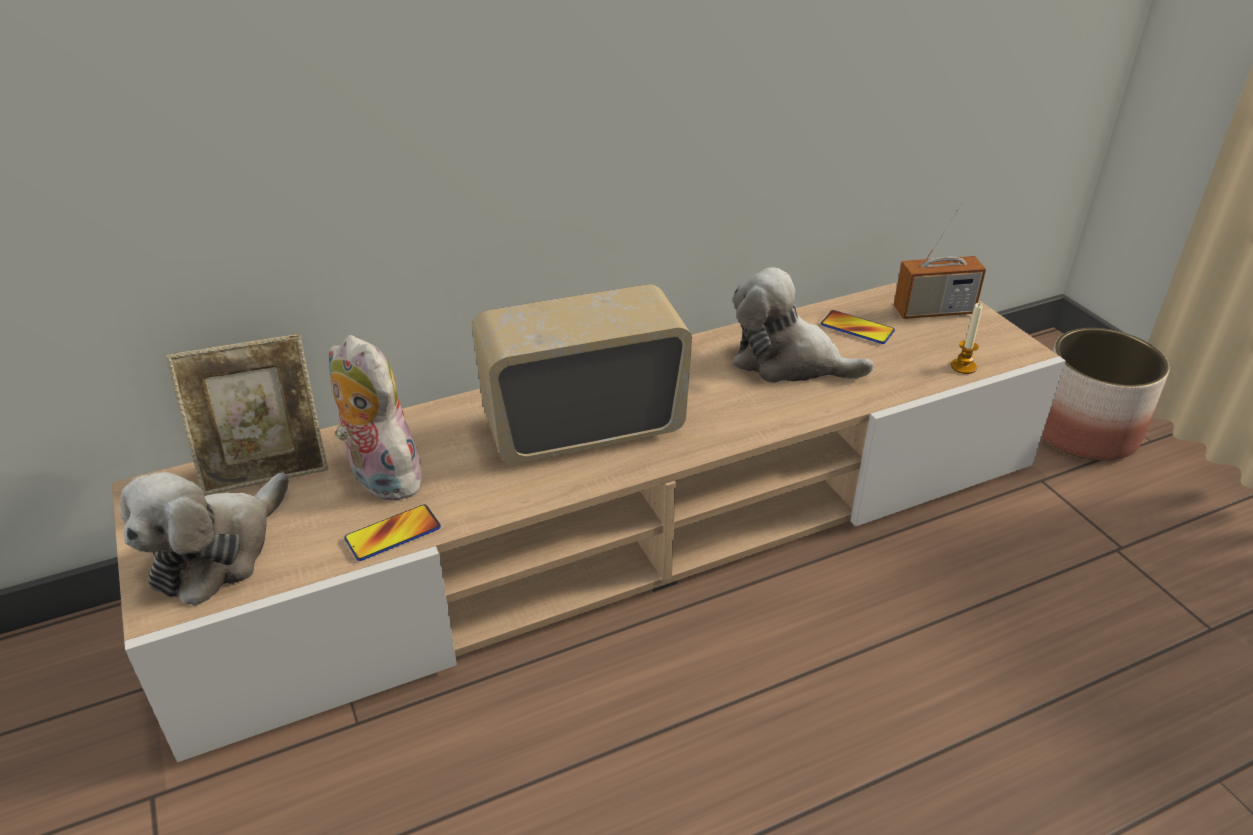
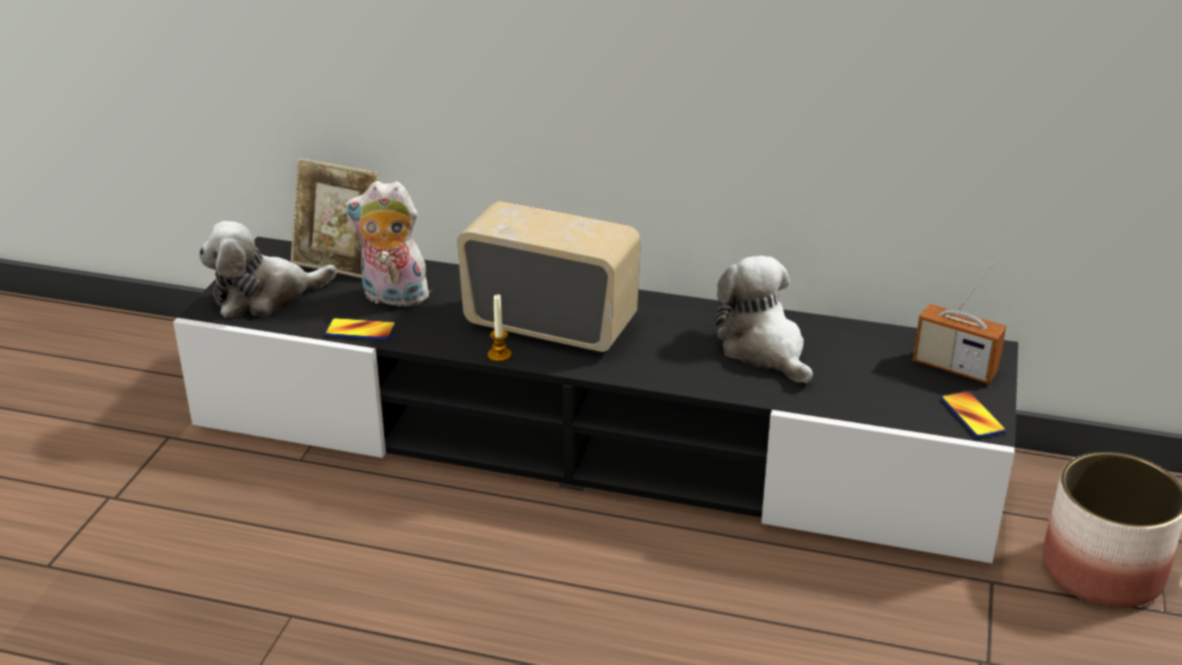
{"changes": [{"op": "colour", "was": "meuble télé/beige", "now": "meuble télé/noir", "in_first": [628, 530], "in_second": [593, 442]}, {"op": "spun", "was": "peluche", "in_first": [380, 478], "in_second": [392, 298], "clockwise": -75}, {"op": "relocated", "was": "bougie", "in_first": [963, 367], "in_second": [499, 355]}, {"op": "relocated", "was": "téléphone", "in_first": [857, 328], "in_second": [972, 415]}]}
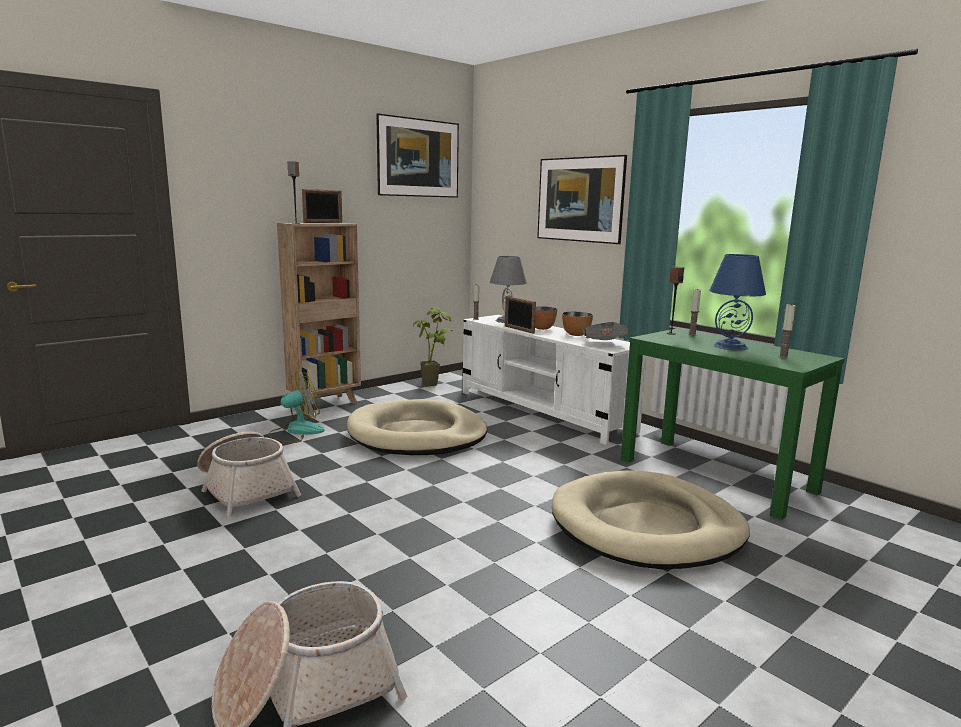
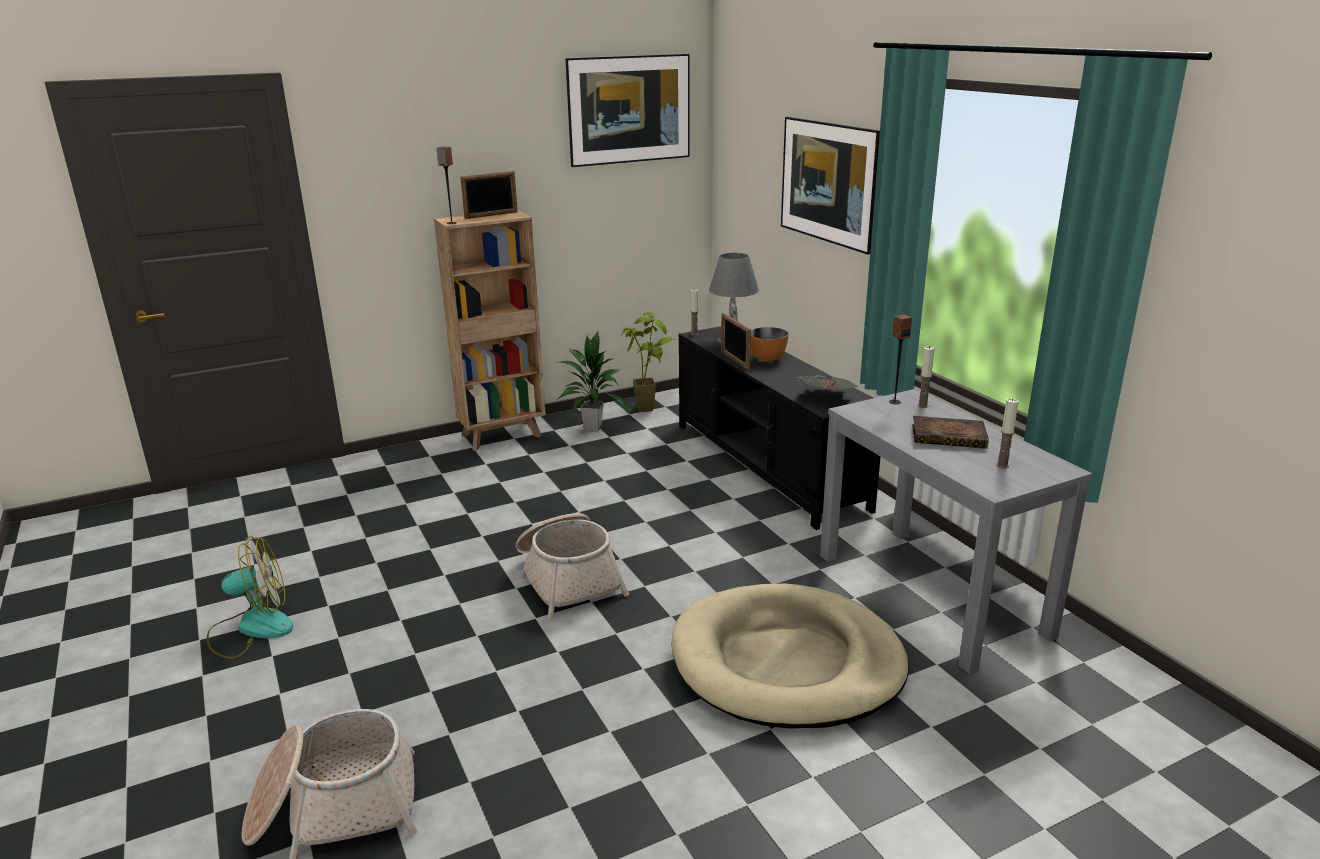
{"changes": [{"op": "relocated", "was": "ventilateur", "in_first": [296, 431], "in_second": [251, 628]}, {"op": "relocated", "was": "panier", "in_first": [246, 489], "in_second": [568, 578]}, {"op": "appeared", "now": "plante en pot", "in_second": [592, 428]}, {"op": "colour", "was": "meuble télé/blanc", "now": "meuble télé/noir", "in_first": [544, 411], "in_second": [768, 465]}, {"op": "colour", "was": "table console/vert", "now": "table console/gris", "in_first": [716, 475], "in_second": [931, 594]}, {"op": "exchanged", "was": "lampe de table/bleu", "now": "livre", "in_first": [730, 346], "in_second": [950, 437]}, {"op": "missing", "was": "panier pour chien/beige", "in_first": [417, 434]}, {"op": "missing", "was": "bol", "in_first": [576, 334]}]}
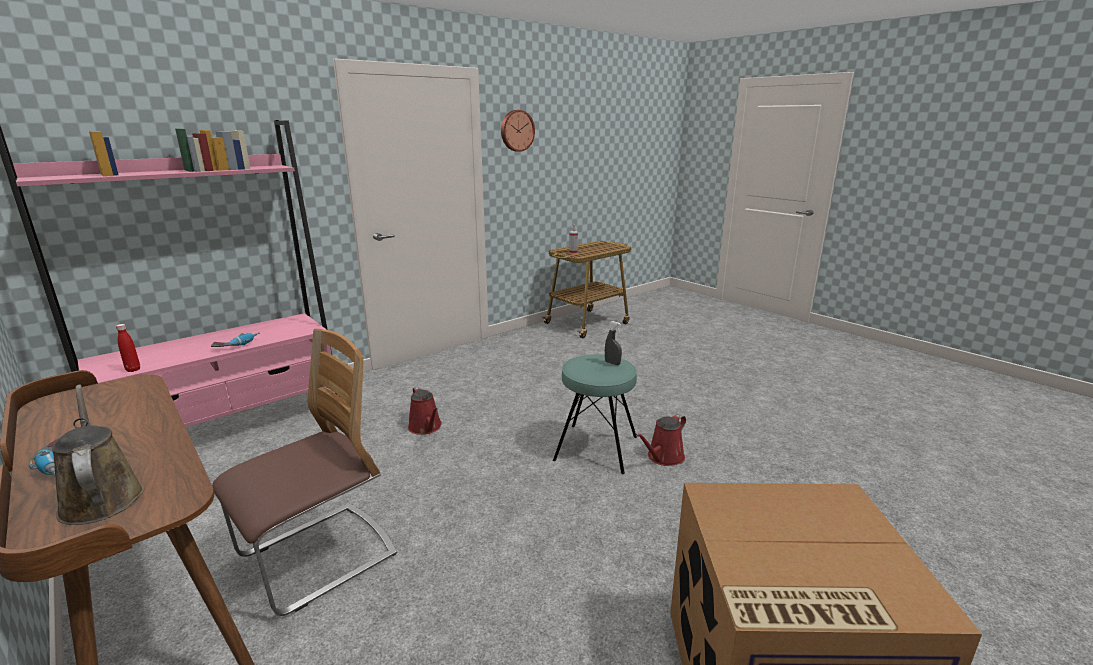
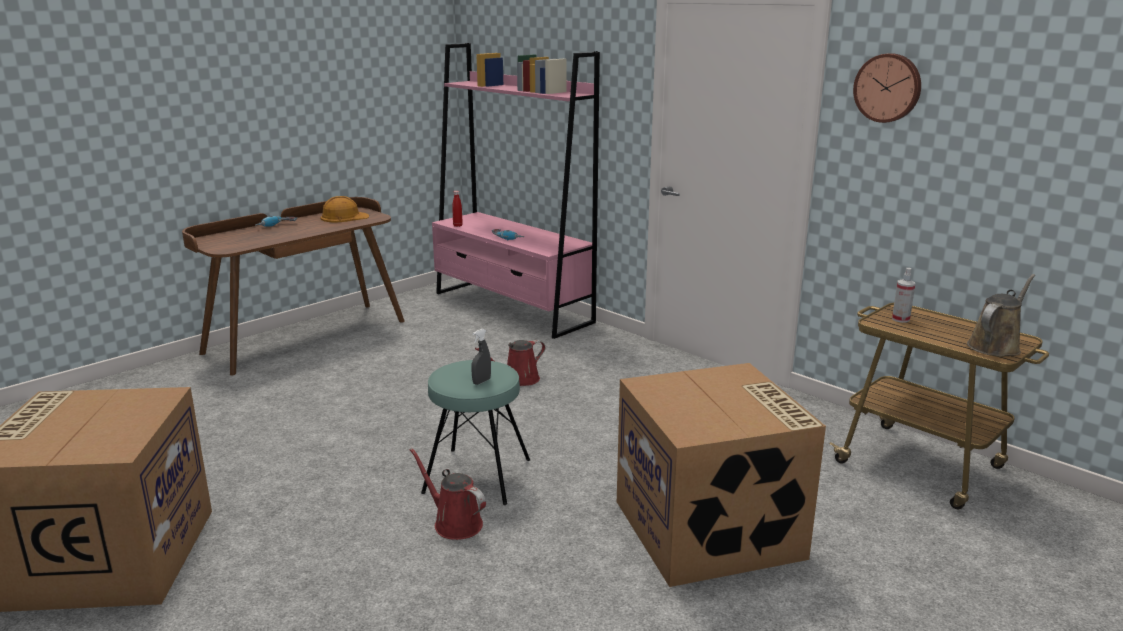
{"changes": [{"op": "appeared", "now": "casque de chantier/orange", "in_second": [344, 217]}, {"op": "appeared", "now": "carton", "in_second": [710, 530]}, {"op": "relocated", "was": "arrosoir/marron", "in_first": [101, 497], "in_second": [995, 346]}, {"op": "missing", "was": "chaise", "in_first": [317, 557]}]}
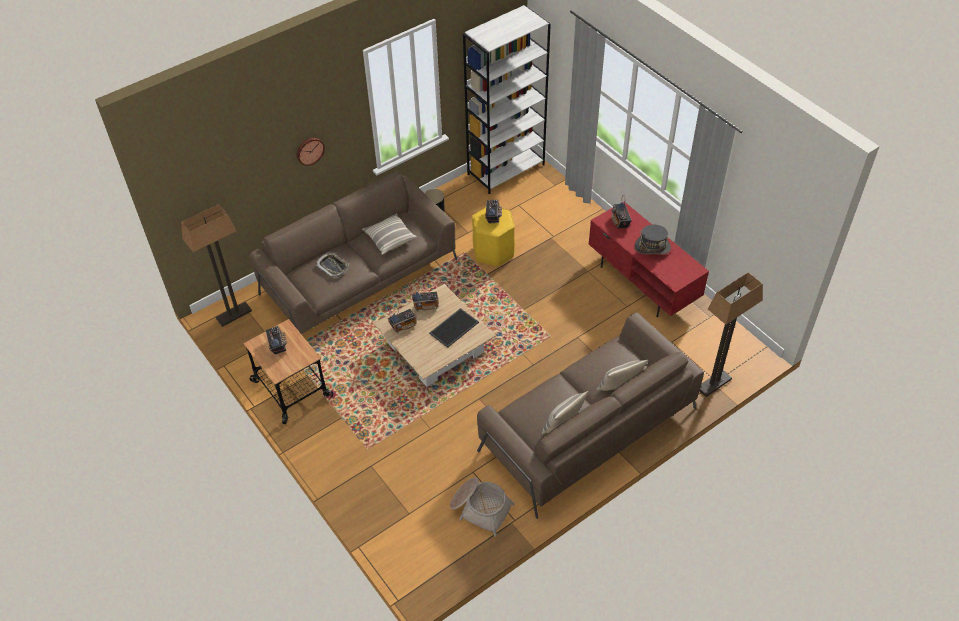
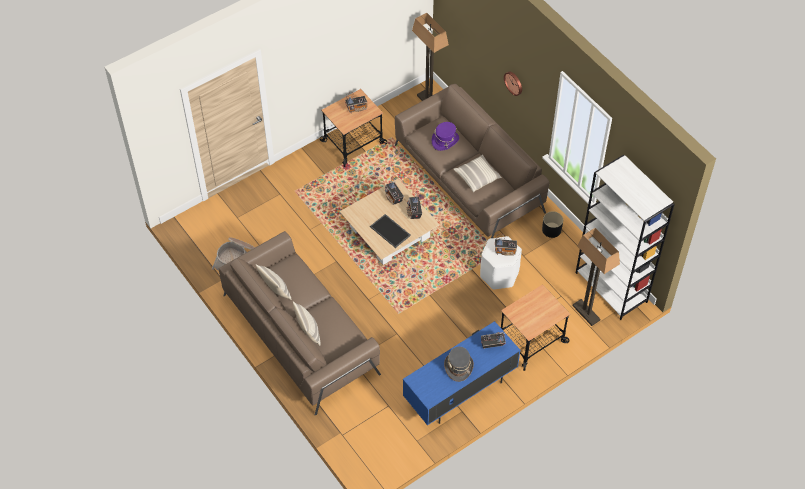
{"changes": [{"op": "colour", "was": "meuble télé/rouge", "now": "meuble télé/bleu", "in_first": [643, 283], "in_second": [460, 391]}, {"op": "exchanged", "was": "plateau", "now": "chapeau/violet", "in_first": [333, 266], "in_second": [445, 140]}, {"op": "colour", "was": "tabouret/jaune", "now": "tabouret/blanc", "in_first": [493, 251], "in_second": [499, 274]}, {"op": "appeared", "now": "chariot", "in_second": [531, 341]}, {"op": "relocated", "was": "lampadaire", "in_first": [714, 384], "in_second": [585, 313]}]}
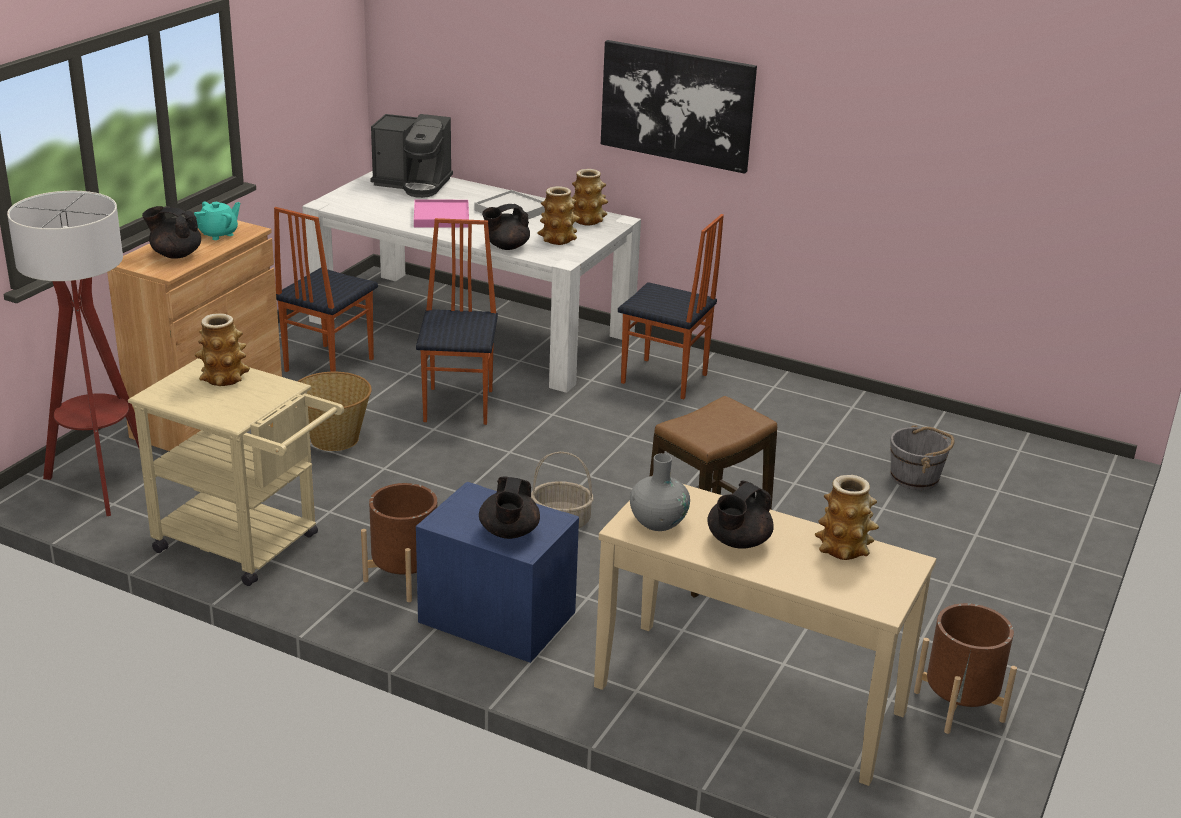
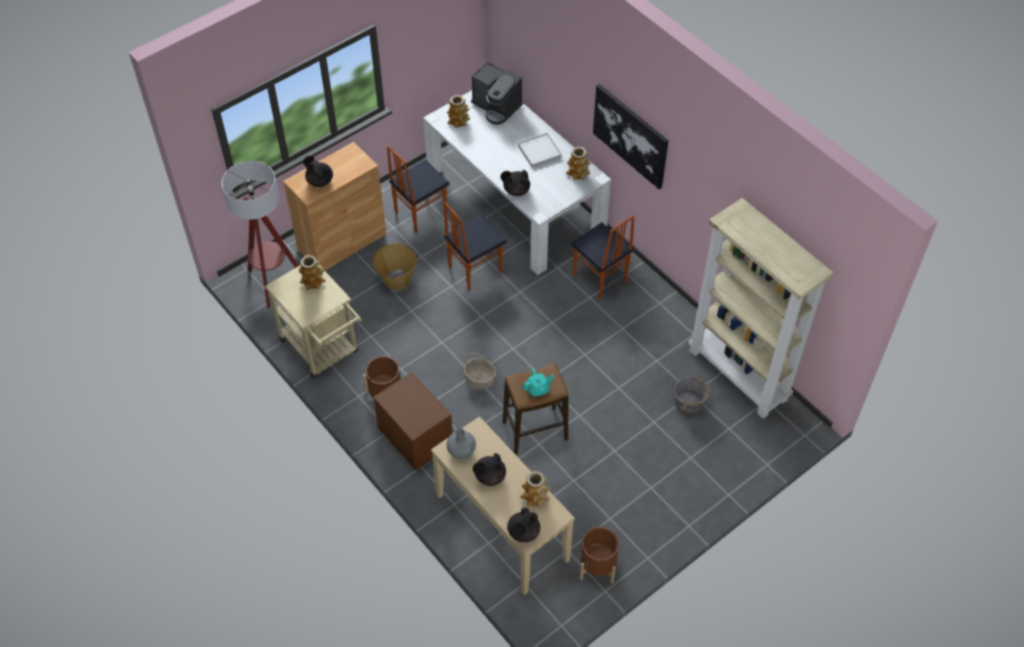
{"changes": [{"op": "colour", "was": "table de chevet/bleu", "now": "table de chevet/marron", "in_first": [496, 616], "in_second": [415, 435]}, {"op": "spun", "was": "chaise", "in_first": [460, 405], "in_second": [474, 269], "clockwise": -150}, {"op": "relocated", "was": "vase", "in_first": [558, 239], "in_second": [458, 121]}, {"op": "relocated", "was": "théière/noir", "in_first": [509, 533], "in_second": [523, 532]}, {"op": "relocated", "was": "théière/turquoise", "in_first": [218, 234], "in_second": [538, 389]}, {"op": "appeared", "now": "bibliothèque/beige", "in_second": [739, 375]}, {"op": "missing", "was": "plateau/rose", "in_first": [441, 217]}]}
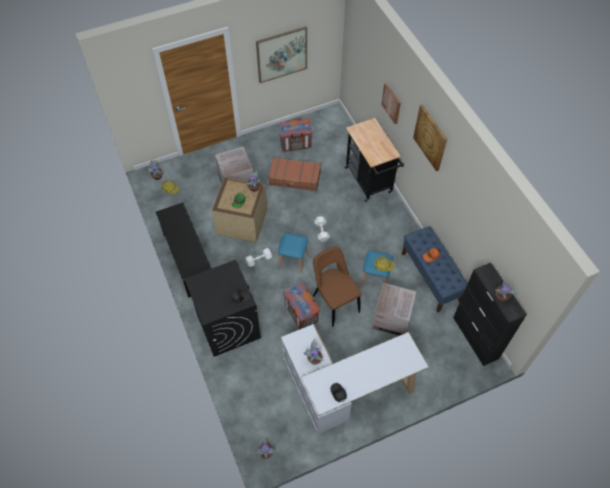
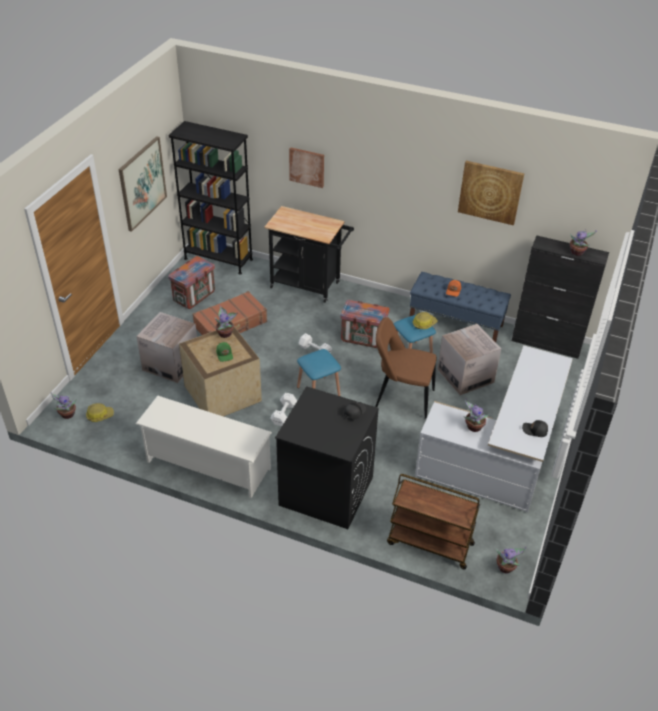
{"changes": [{"op": "colour", "was": "étagère à chaussures/noir", "now": "étagère à chaussures/blanc", "in_first": [188, 260], "in_second": [207, 465]}, {"op": "appeared", "now": "bibliothèque/noir", "in_second": [218, 259]}, {"op": "relocated", "was": "caisse", "in_first": [301, 314], "in_second": [364, 338]}, {"op": "appeared", "now": "chariot/marron", "in_second": [429, 544]}, {"op": "relocated", "was": "tableau", "in_first": [430, 137], "in_second": [490, 192]}]}
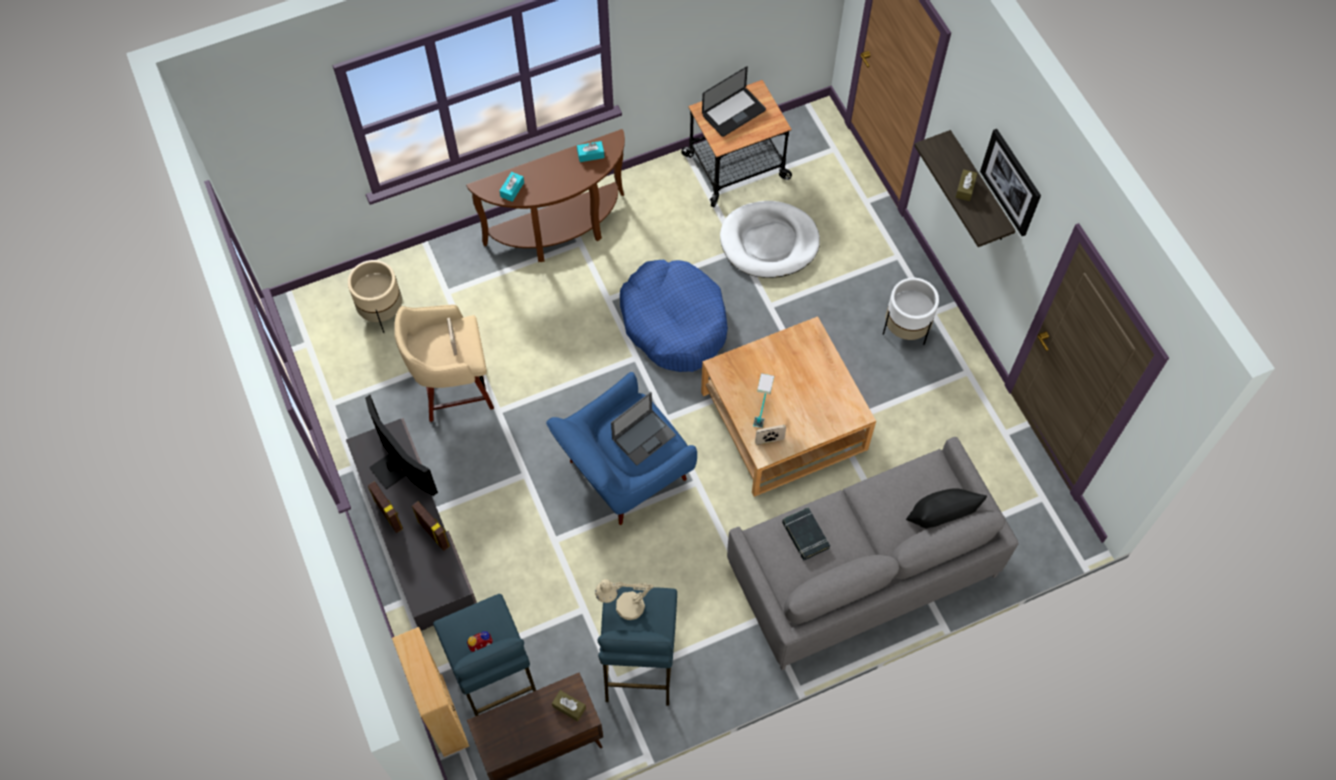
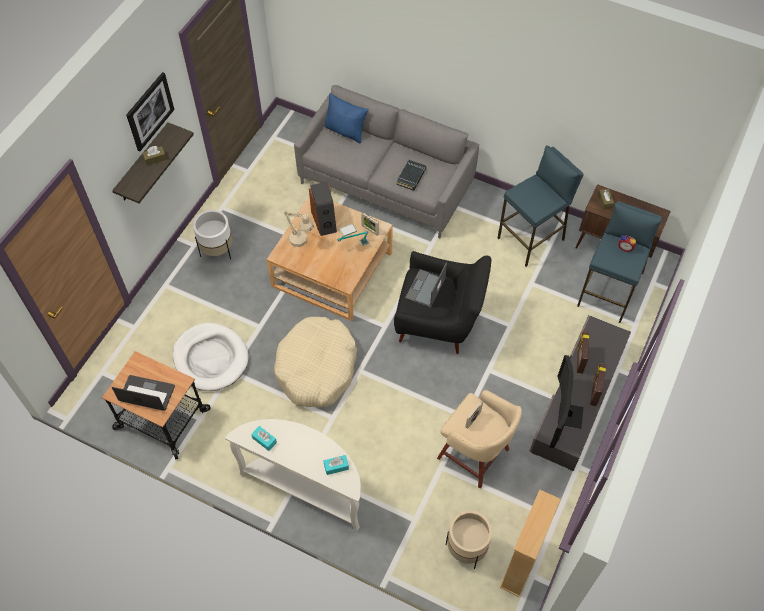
{"changes": [{"op": "colour", "was": "table console/marron", "now": "table console/blanc", "in_first": [560, 232], "in_second": [306, 487]}, {"op": "colour", "was": "panier pour chien/bleu", "now": "panier pour chien/beige", "in_first": [674, 322], "in_second": [316, 368]}, {"op": "relocated", "was": "lampe de table/beige", "in_first": [623, 607], "in_second": [301, 241]}, {"op": "appeared", "now": "enceinte", "in_second": [324, 221]}, {"op": "colour", "was": "coussin/noir", "now": "coussin/bleu", "in_first": [940, 518], "in_second": [346, 131]}, {"op": "colour", "was": "fauteuil/bleu", "now": "fauteuil/noir", "in_first": [622, 473], "in_second": [439, 322]}, {"op": "spun", "was": "ordinateur portable", "in_first": [644, 436], "in_second": [425, 289], "clockwise": -75}, {"op": "relocated", "was": "bibliothèque/beige", "in_first": [442, 715], "in_second": [521, 564]}]}
